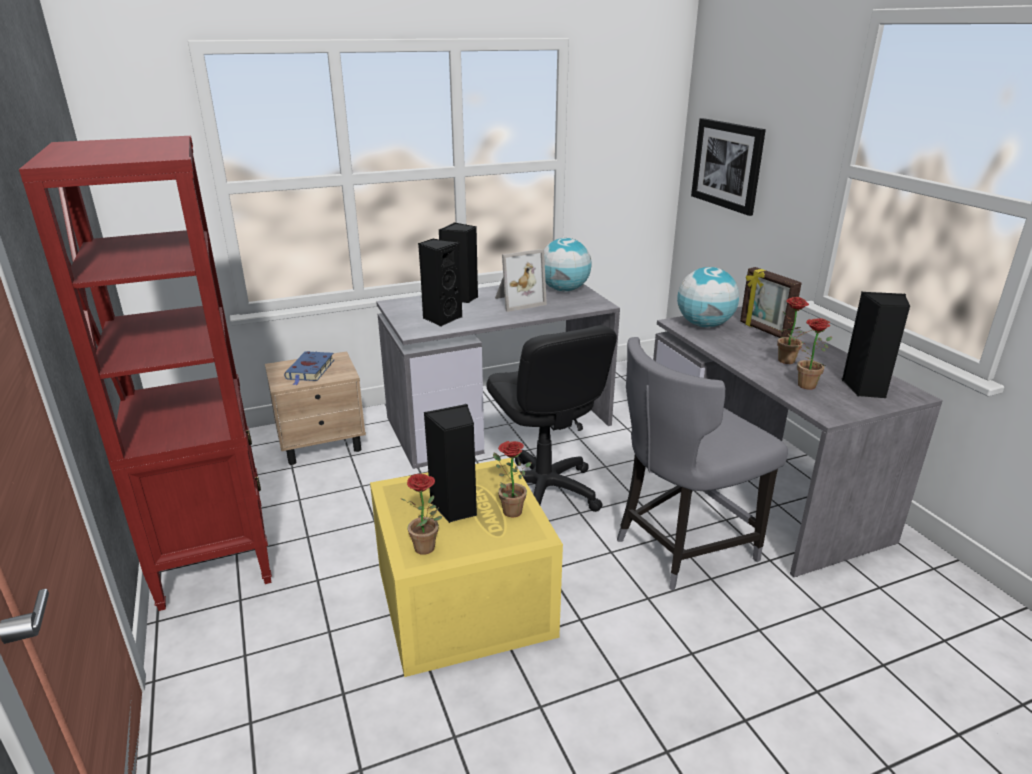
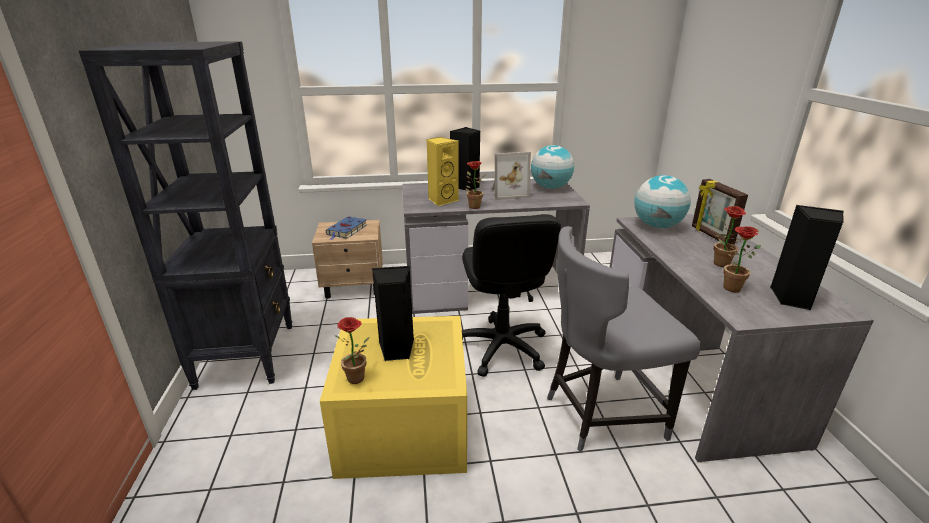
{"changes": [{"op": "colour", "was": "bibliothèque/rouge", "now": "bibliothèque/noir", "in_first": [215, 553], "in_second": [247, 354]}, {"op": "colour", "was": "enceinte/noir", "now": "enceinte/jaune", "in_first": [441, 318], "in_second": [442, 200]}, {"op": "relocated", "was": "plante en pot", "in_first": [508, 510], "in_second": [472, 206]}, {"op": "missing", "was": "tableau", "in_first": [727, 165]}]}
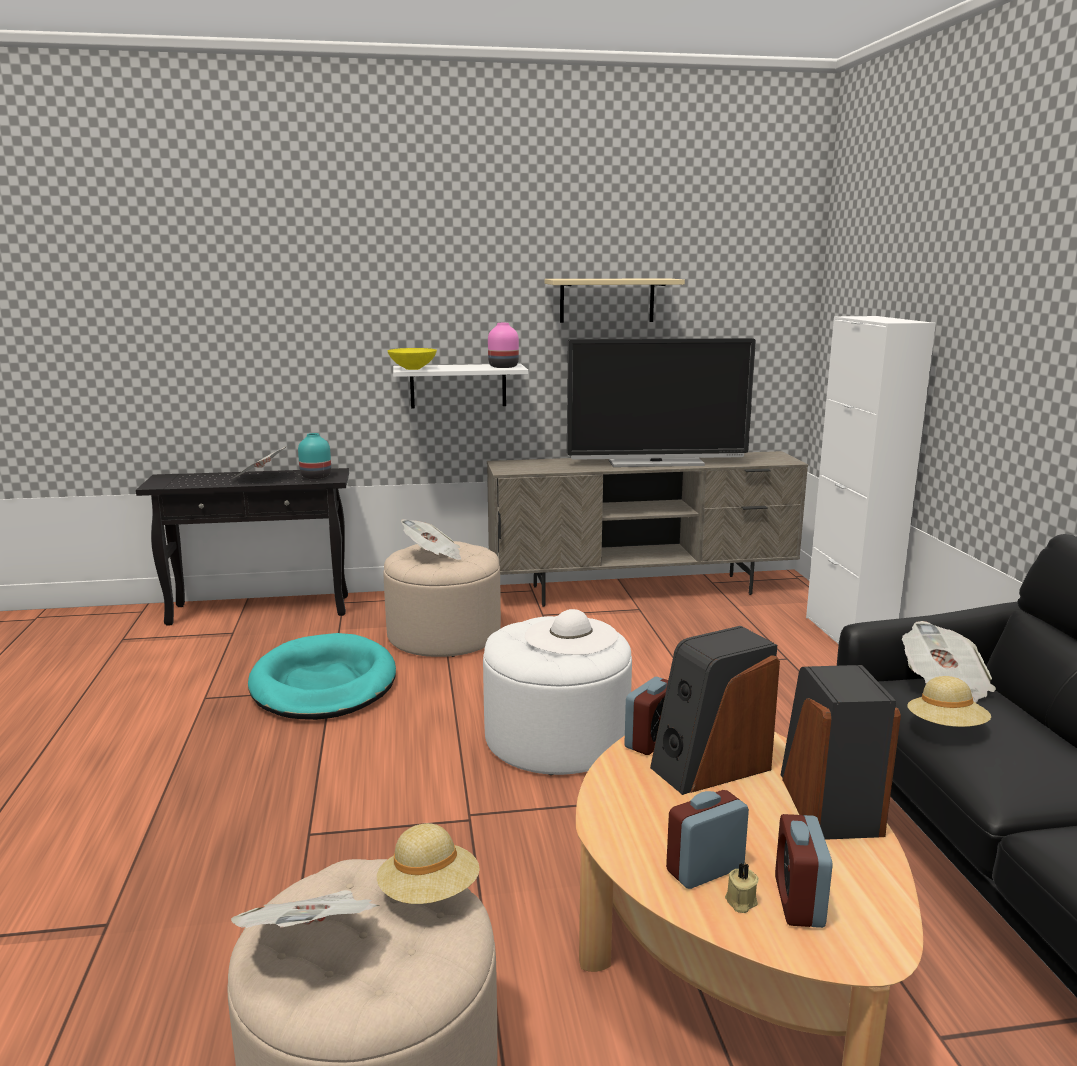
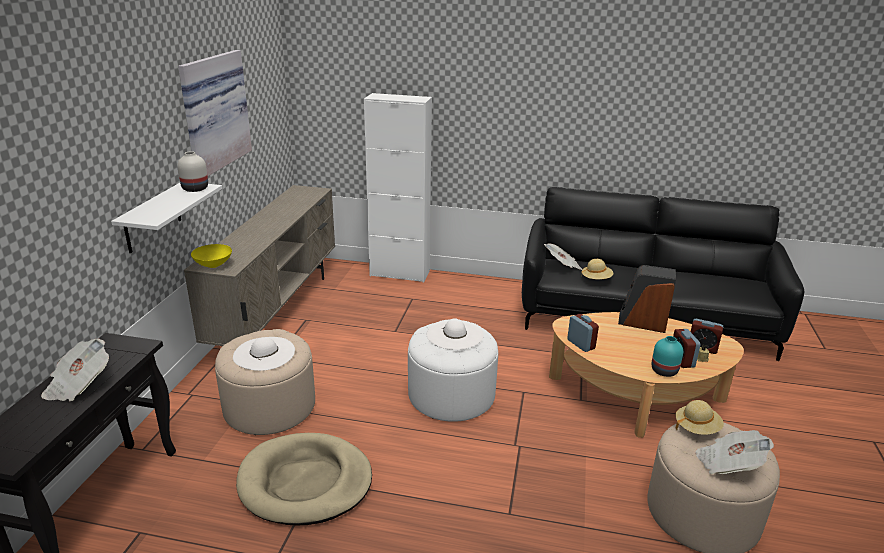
{"changes": [{"op": "colour", "was": "vase/rose", "now": "vase/blanc", "in_first": [502, 366], "in_second": [194, 189]}, {"op": "exchanged", "was": "étagère/beige", "now": "tableau", "in_first": [607, 300], "in_second": [213, 112]}, {"op": "relocated", "was": "bol/jaune", "in_first": [412, 369], "in_second": [214, 265]}, {"op": "exchanged", "was": "journal", "now": "chapeau/blanc", "in_first": [433, 555], "in_second": [264, 353]}, {"op": "colour", "was": "panier pour chien/turquoise", "now": "panier pour chien/beige", "in_first": [323, 684], "in_second": [305, 482]}, {"op": "relocated", "was": "vase/turquoise", "in_first": [315, 477], "in_second": [665, 371]}, {"op": "missing", "was": "téléviseur", "in_first": [656, 463]}, {"op": "missing", "was": "enceinte", "in_first": [710, 767]}]}
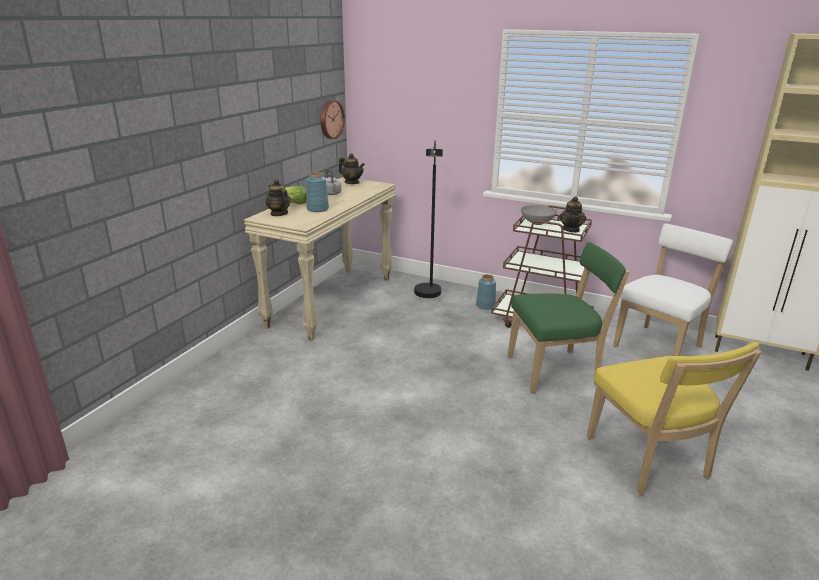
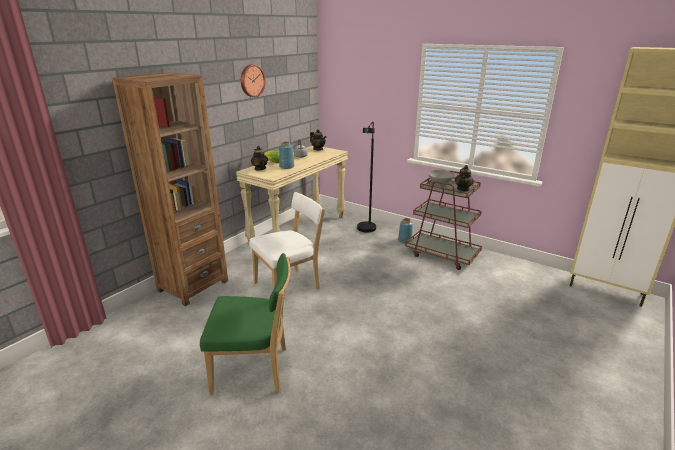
{"changes": [{"op": "appeared", "now": "bibliothèque/marron", "in_second": [193, 286]}, {"op": "relocated", "was": "chaise/vert", "in_first": [556, 370], "in_second": [254, 370]}, {"op": "relocated", "was": "horloge murale", "in_first": [330, 119], "in_second": [251, 80]}, {"op": "relocated", "was": "chaise/blanc", "in_first": [660, 346], "in_second": [290, 285]}, {"op": "missing", "was": "chaise/jaune", "in_first": [650, 461]}]}
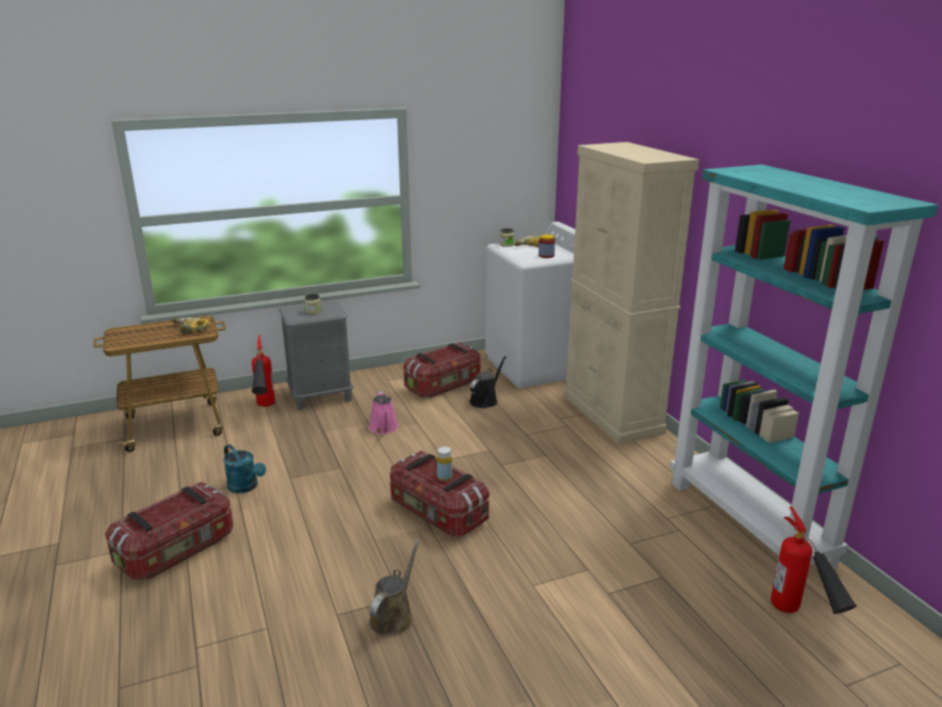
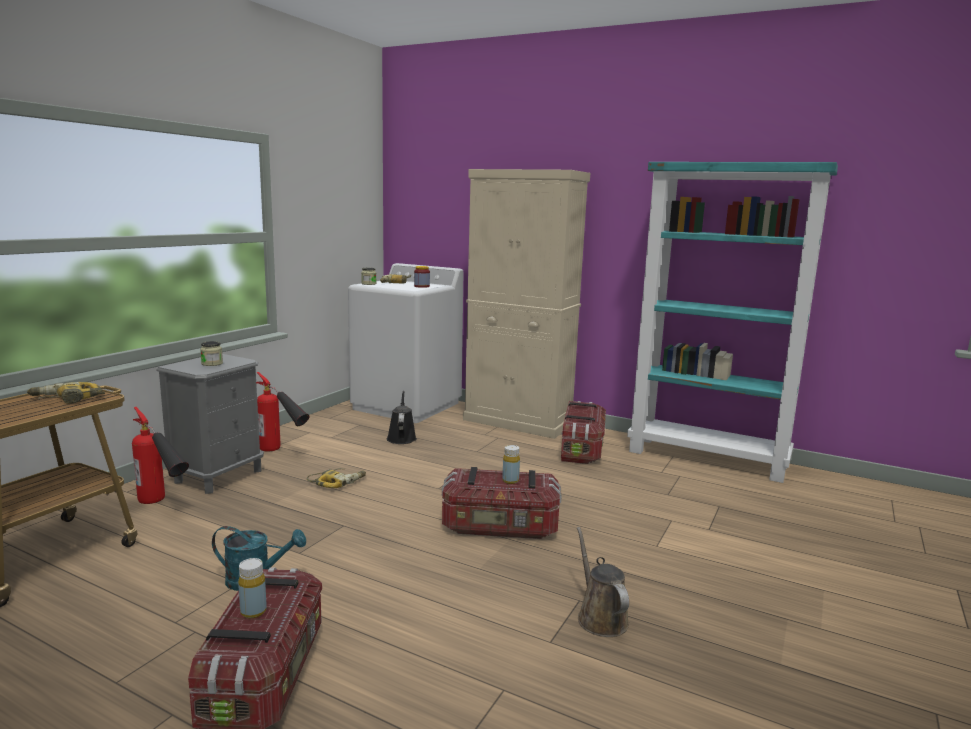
{"changes": [{"op": "appeared", "now": "bouteille/jaune", "in_second": [253, 611]}, {"op": "relocated", "was": "extincteur", "in_first": [801, 622], "in_second": [282, 452]}, {"op": "exchanged", "was": "arrosoir/rose", "now": "perceuse", "in_first": [384, 428], "in_second": [337, 482]}, {"op": "relocated", "was": "boîte de rangement", "in_first": [444, 385], "in_second": [581, 449]}]}
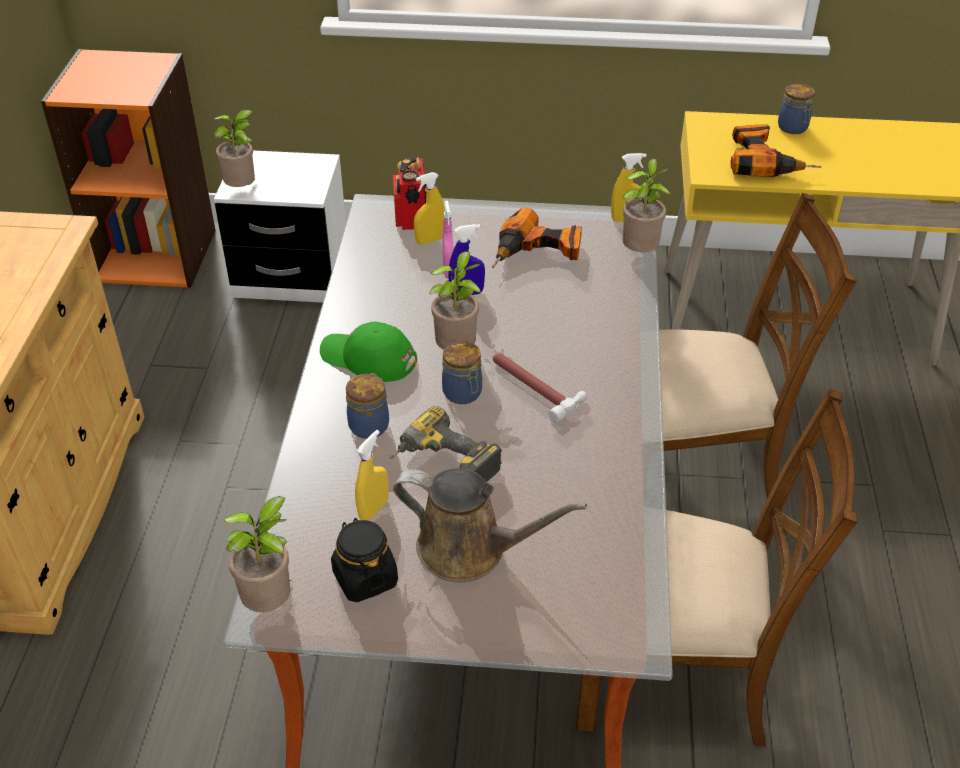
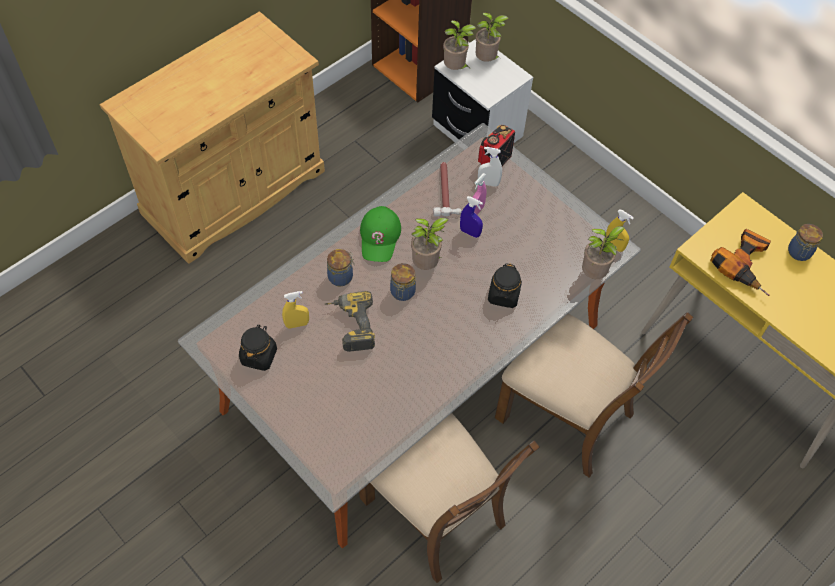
{"changes": [{"op": "spun", "was": "casquette/vert", "in_first": [368, 358], "in_second": [380, 237], "clockwise": -150}, {"op": "relocated", "was": "marteau", "in_first": [533, 386], "in_second": [446, 190]}, {"op": "relocated", "was": "plante en pot", "in_first": [271, 603], "in_second": [487, 61]}, {"op": "colour", "was": "vaporisateur/jaune", "now": "vaporisateur/blanc", "in_first": [430, 240], "in_second": [488, 183]}, {"op": "appeared", "now": "bocal/noir", "in_second": [503, 295]}, {"op": "missing", "was": "arrosoir/marron", "in_first": [470, 550]}, {"op": "missing", "was": "perceuse", "in_first": [538, 253]}]}
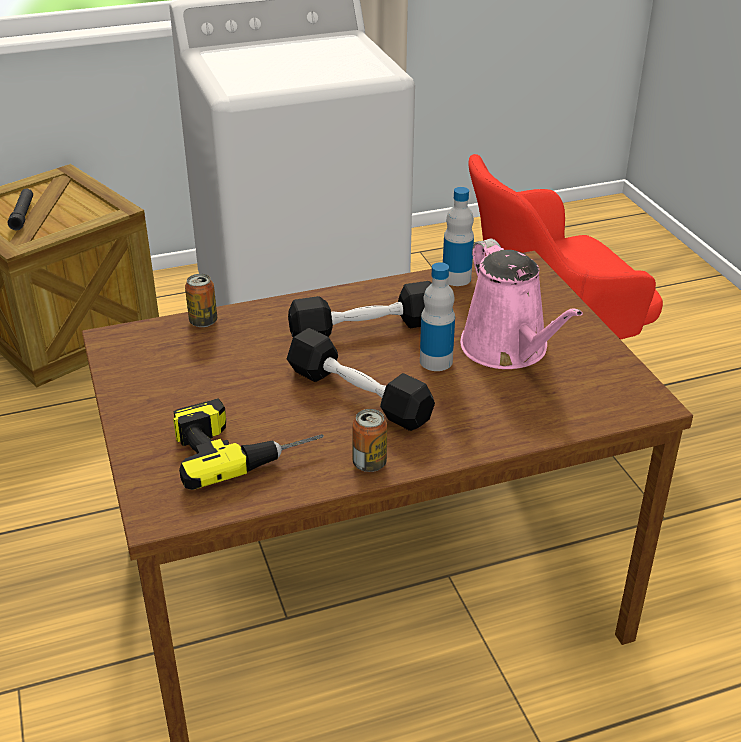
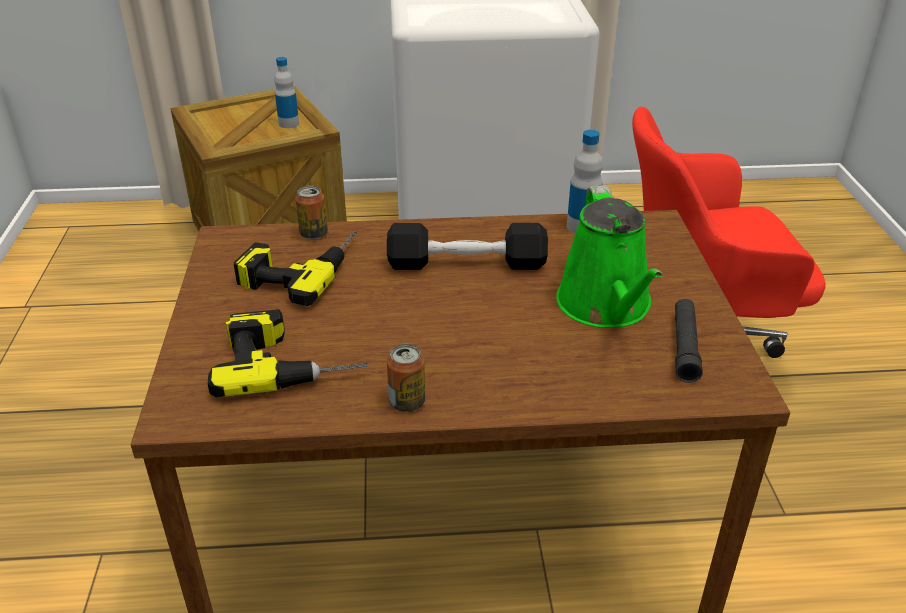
{"changes": [{"op": "appeared", "now": "perceuse", "in_second": [300, 267]}, {"op": "relocated", "was": "bouteille", "in_first": [436, 361], "in_second": [288, 124]}, {"op": "colour", "was": "arrosoir/rose", "now": "arrosoir/vert", "in_first": [508, 349], "in_second": [606, 307]}, {"op": "relocated", "was": "lampe de poche/noir", "in_first": [22, 214], "in_second": [684, 347]}, {"op": "missing", "was": "haltère/noir", "in_first": [358, 395]}]}
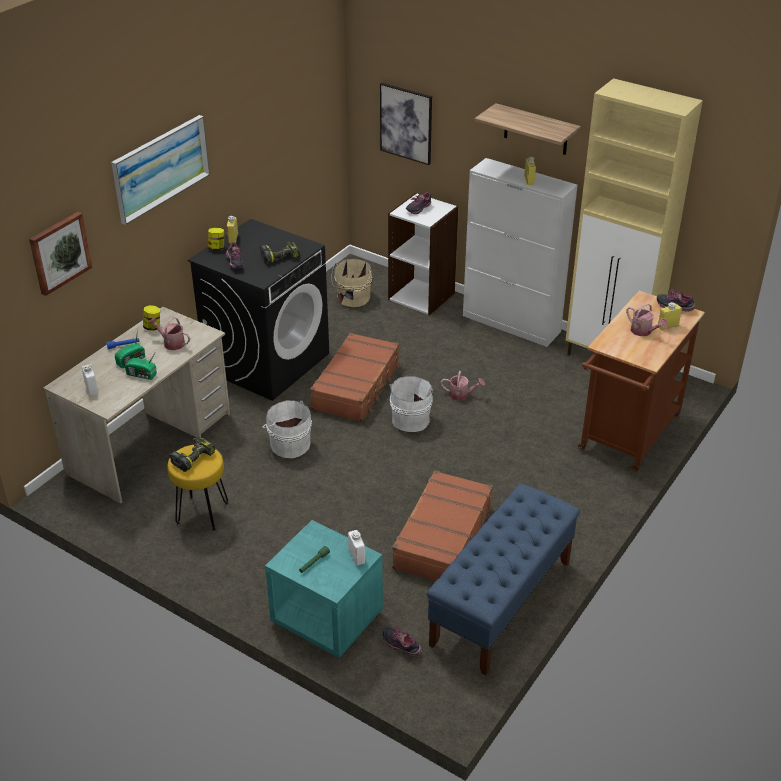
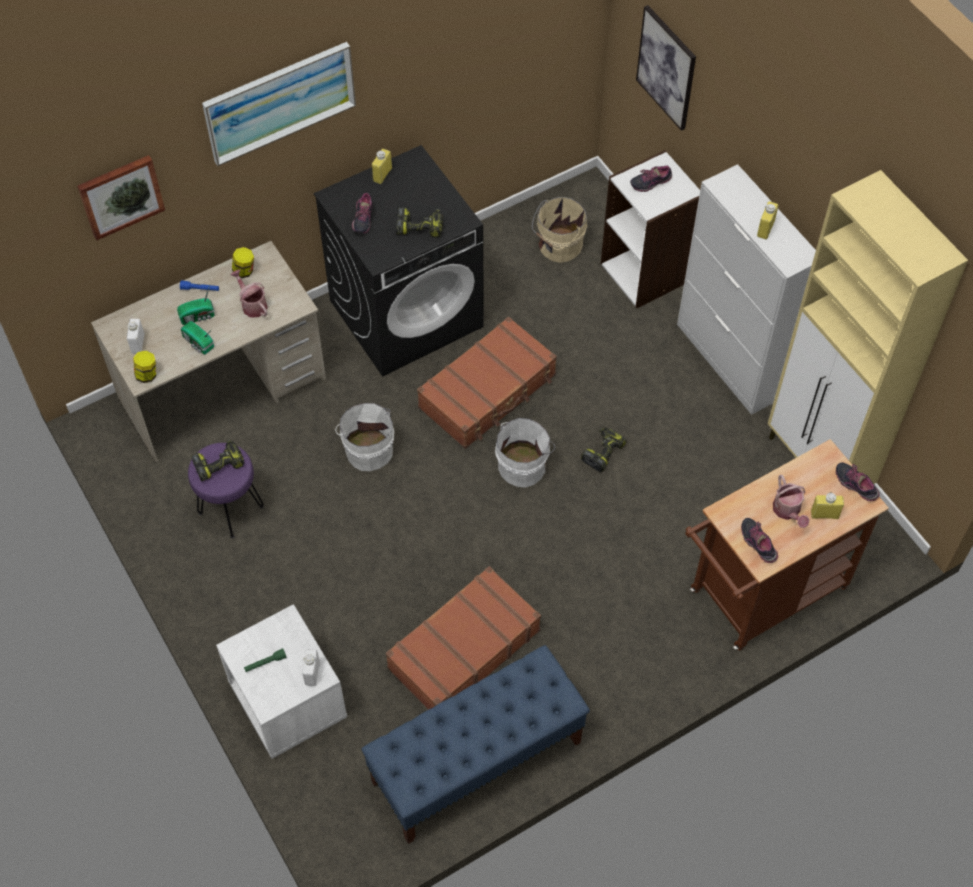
{"changes": [{"op": "relocated", "was": "bocal", "in_first": [217, 248], "in_second": [147, 375]}, {"op": "colour", "was": "tabouret/jaune", "now": "tabouret/violet", "in_first": [202, 514], "in_second": [231, 510]}, {"op": "colour", "was": "table de chevet/turquoise", "now": "table de chevet/blanc", "in_first": [326, 618], "in_second": [287, 701]}, {"op": "exchanged", "was": "arrosoir", "now": "perceuse", "in_first": [461, 395], "in_second": [602, 451]}, {"op": "relocated", "was": "chaussure", "in_first": [402, 646], "in_second": [758, 544]}, {"op": "missing", "was": "étagère", "in_first": [536, 130]}]}
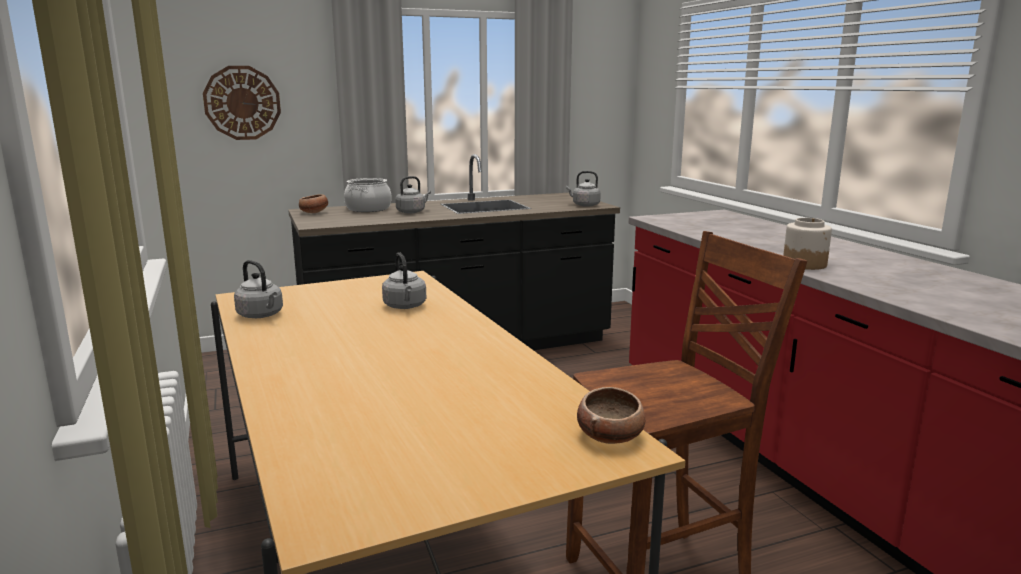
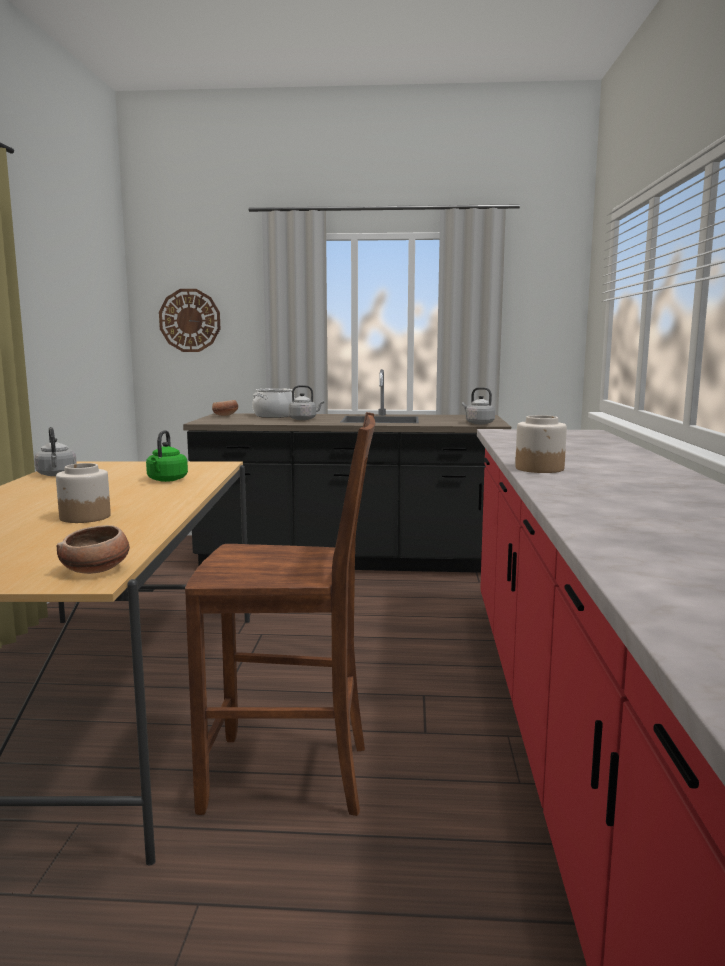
{"changes": [{"op": "appeared", "now": "bocal", "in_second": [84, 517]}, {"op": "colour", "was": "bouilloire/gris", "now": "bouilloire/vert", "in_first": [405, 306], "in_second": [166, 480]}]}
